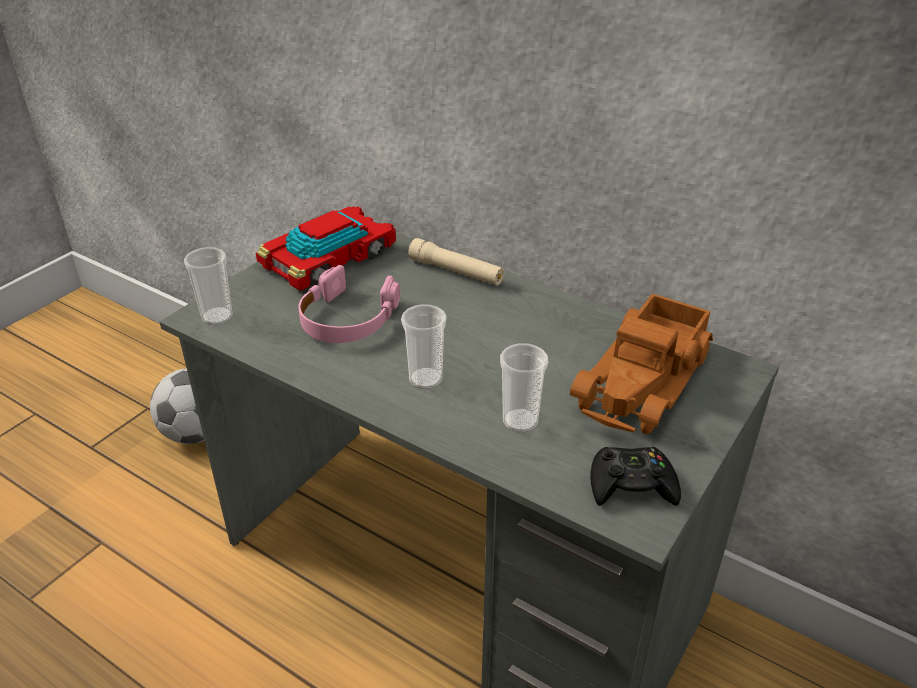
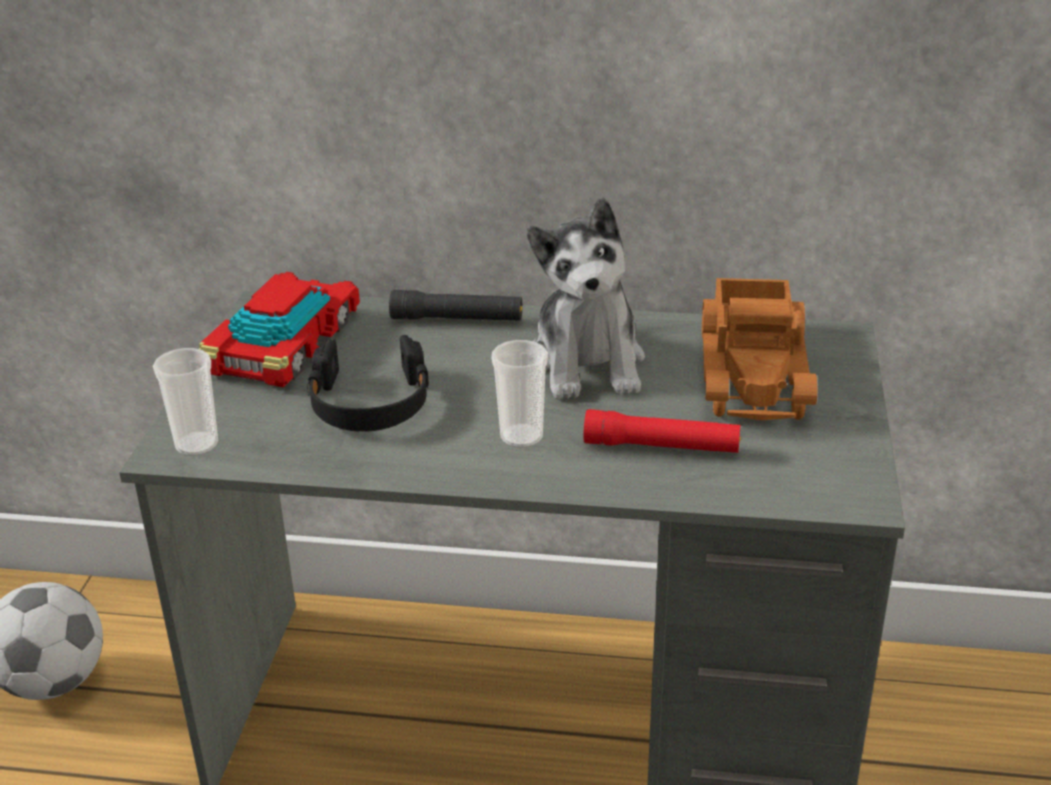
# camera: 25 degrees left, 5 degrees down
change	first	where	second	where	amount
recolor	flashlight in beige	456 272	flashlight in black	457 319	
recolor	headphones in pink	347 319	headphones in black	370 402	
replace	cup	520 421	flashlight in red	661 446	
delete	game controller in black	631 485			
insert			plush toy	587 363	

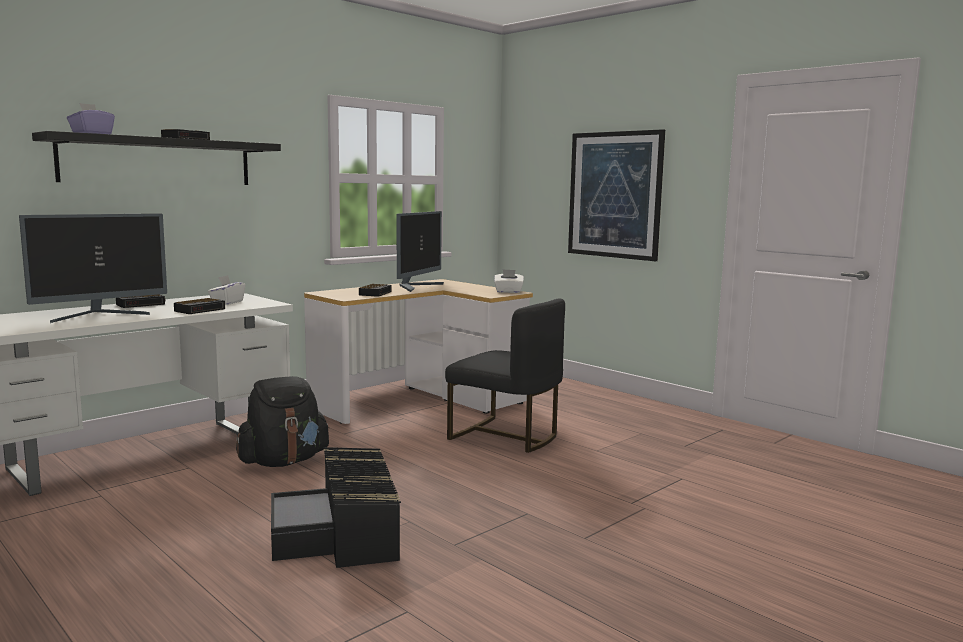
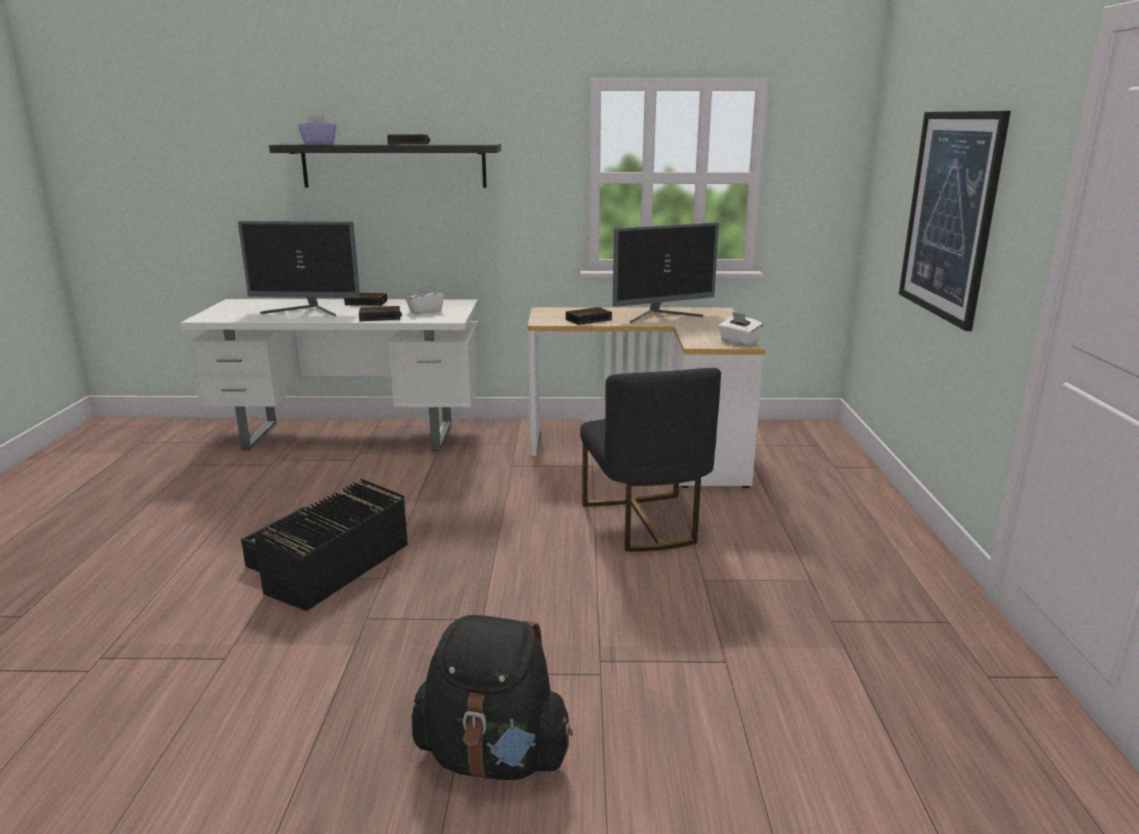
# camera: 45 degrees right, 10 degrees up
change	first	where	second	where	amount
move	backpack in black	284 461		494 757	

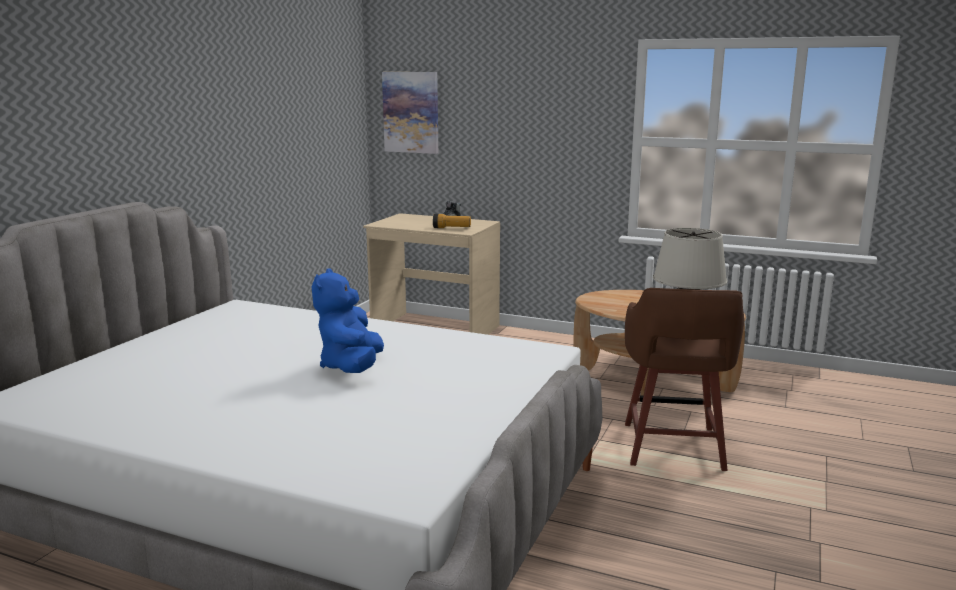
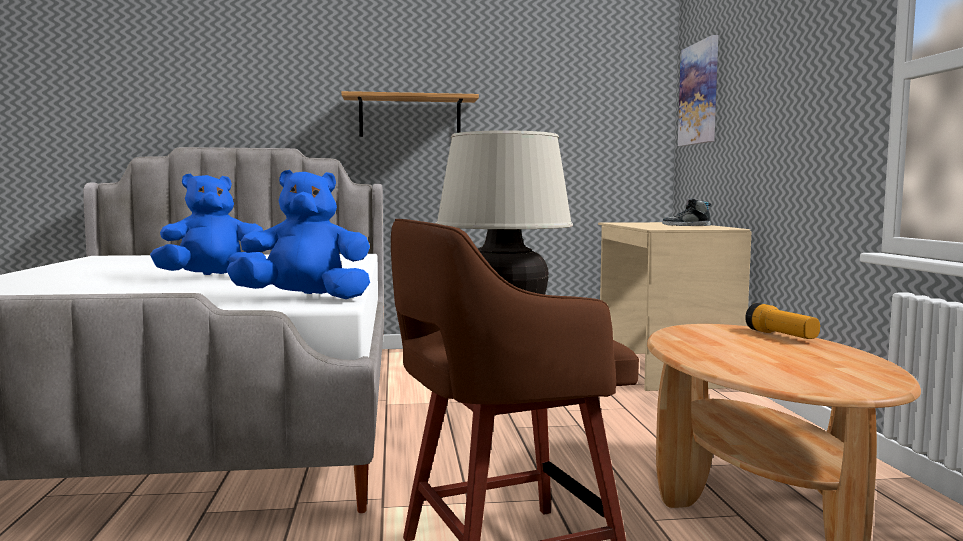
# camera: 60 degrees right, 10 degrees down
change	first	where	second	where	amount
move	flashlight	451 228		781 336	
insert			shelf	410 117	
insert			plush toy in blue	305 299	

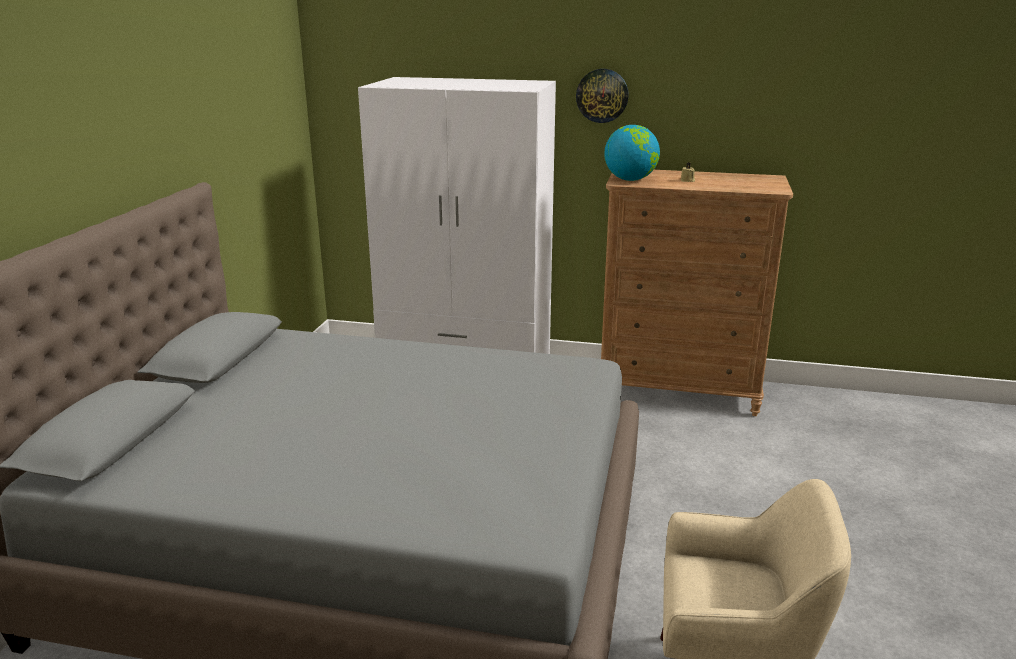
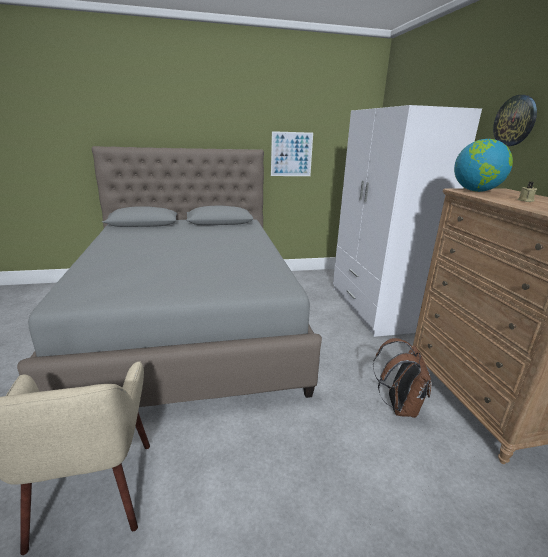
# camera: 65 degrees right, 0 degrees up
change	first	where	second	where	amount
insert			picture	291 154	
insert			backpack in brown	398 406	

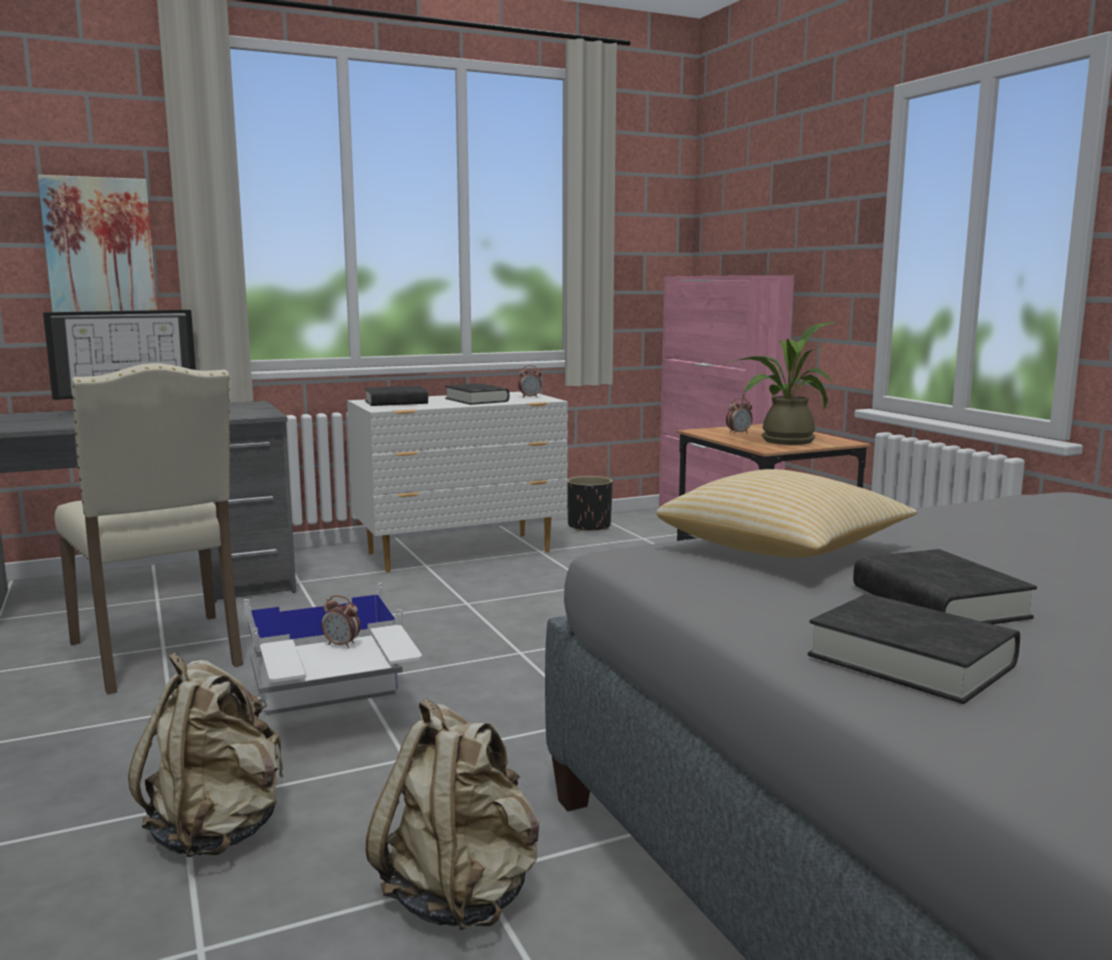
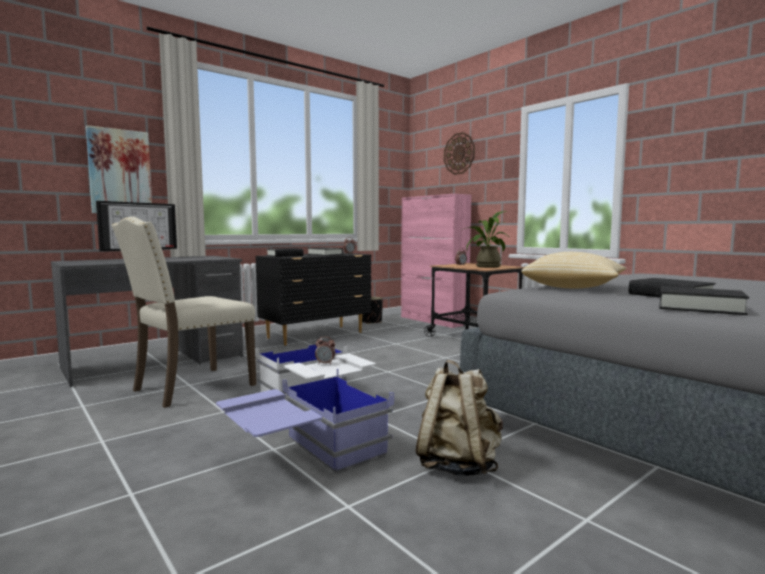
# camera: 15 degrees left, 5 degrees down
change	first	where	second	where	amount
rotate	chair in beige	161 654		191 387	90 degrees clockwise
recolor	dresser in white	462 553	dresser in black	317 335	
replace	backpack in beige	218 831	storage box in blue	305 457	
insert			wall clock	459 153	

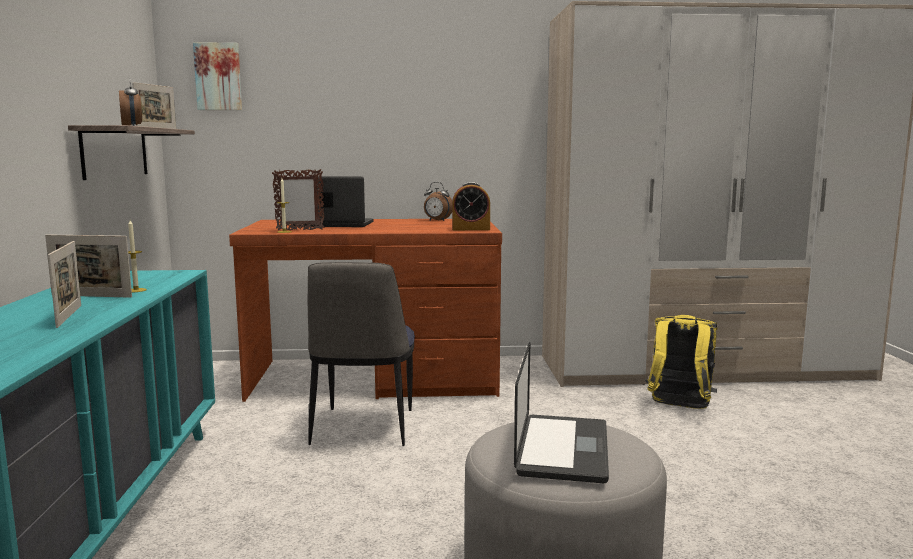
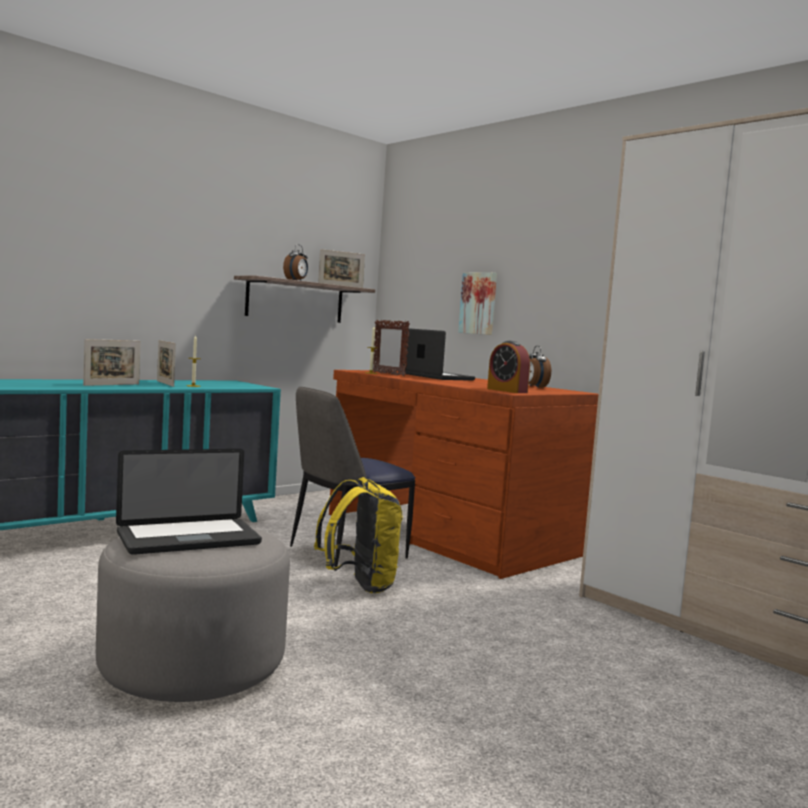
# camera: 50 degrees right, 5 degrees down
change	first	where	second	where	amount
move	picture	218 77		479 303	
move	backpack in yellow	679 408		359 585	

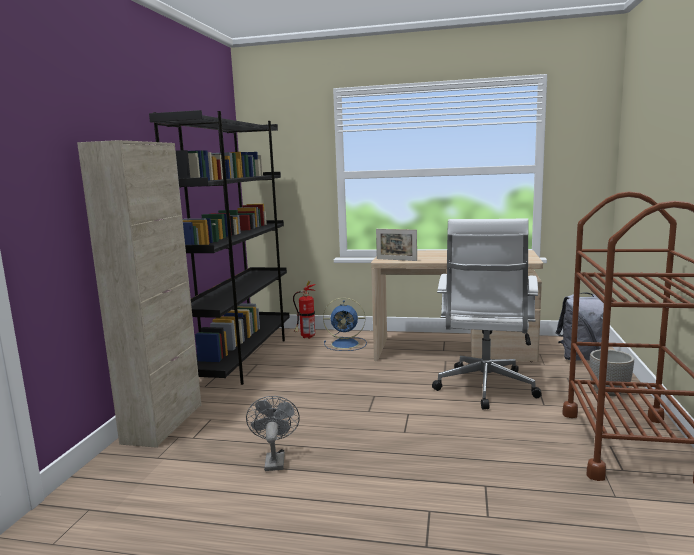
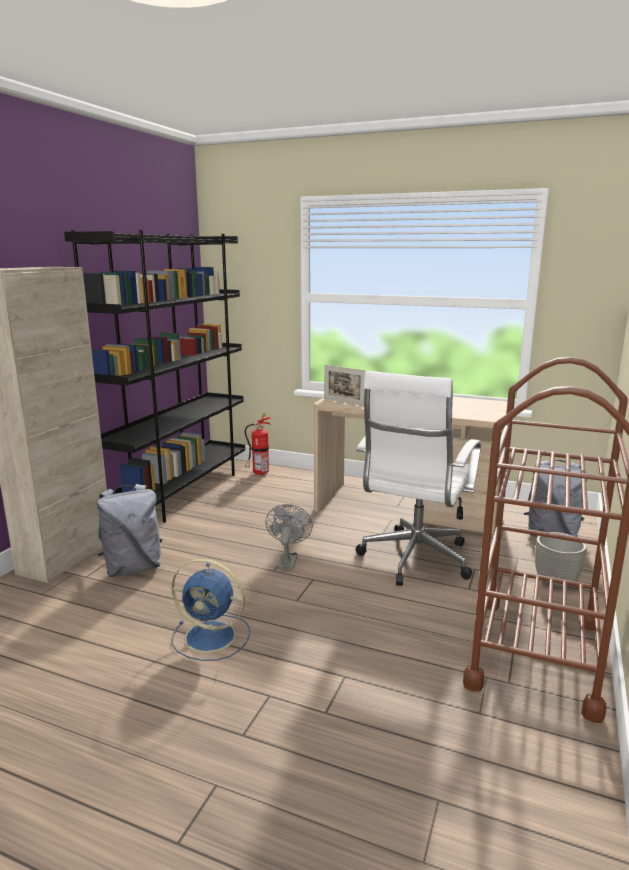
# camera: 10 degrees right, 5 degrees up
change	first	where	second	where	amount
move	fan in blue	346 344		212 637	
move	fan in grey	274 459		288 560	
insert			backpack in grey	133 568	

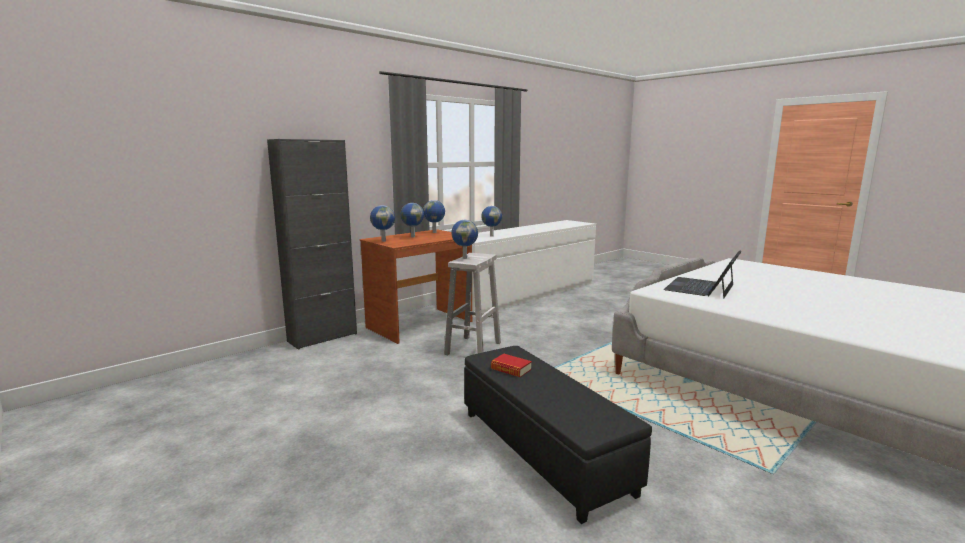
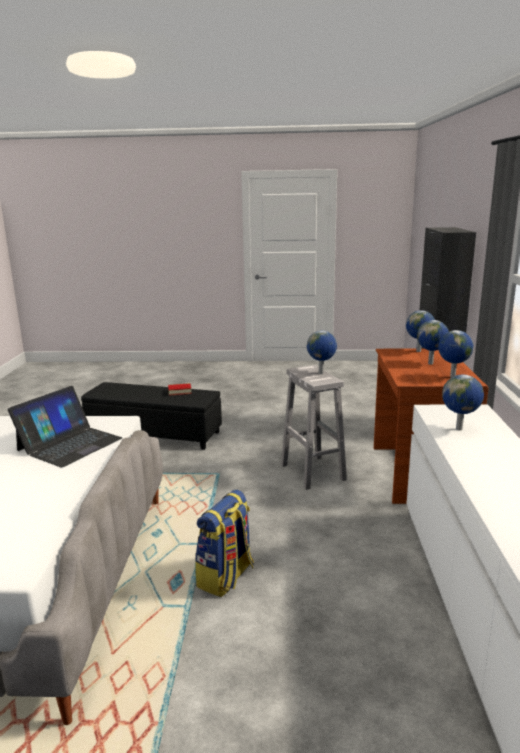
# camera: 135 degrees right, 5 degrees up
change	first	where	second	where	amount
rotate	laptop	701 287		69 444	45 degrees clockwise
insert			backpack	226 577	

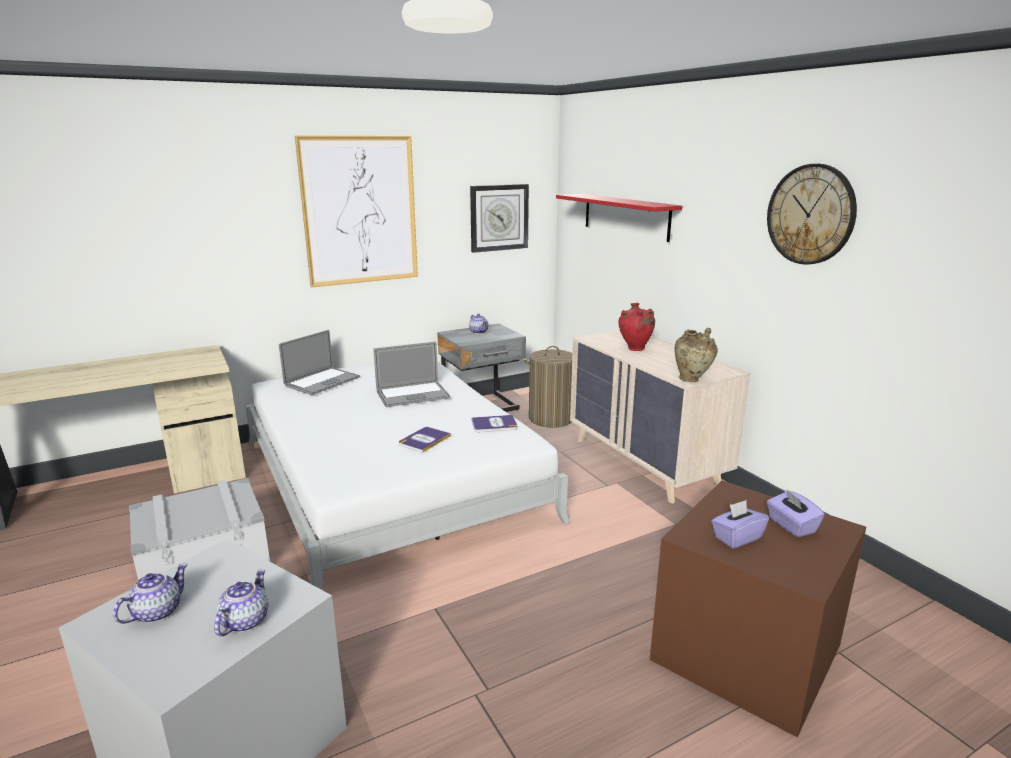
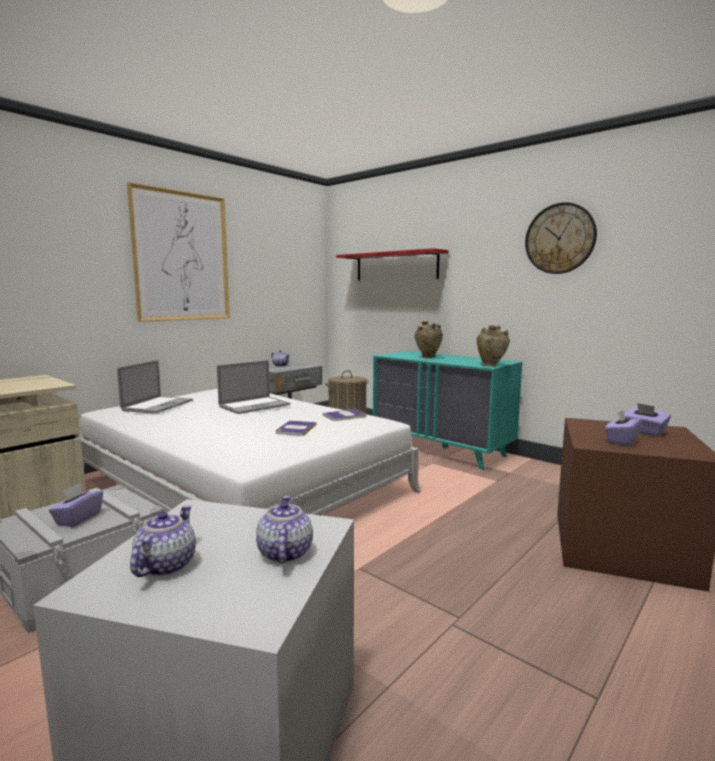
# camera: 20 degrees left, 10 degrees down
change	first	where	second	where	amount
delete	wall clock	499 217			
recolor	vase in red	635 349	vase in beige	428 357	
recolor	dresser in beige	645 463	dresser in turquoise	441 449	
insert			tissue box in purple	78 518	

